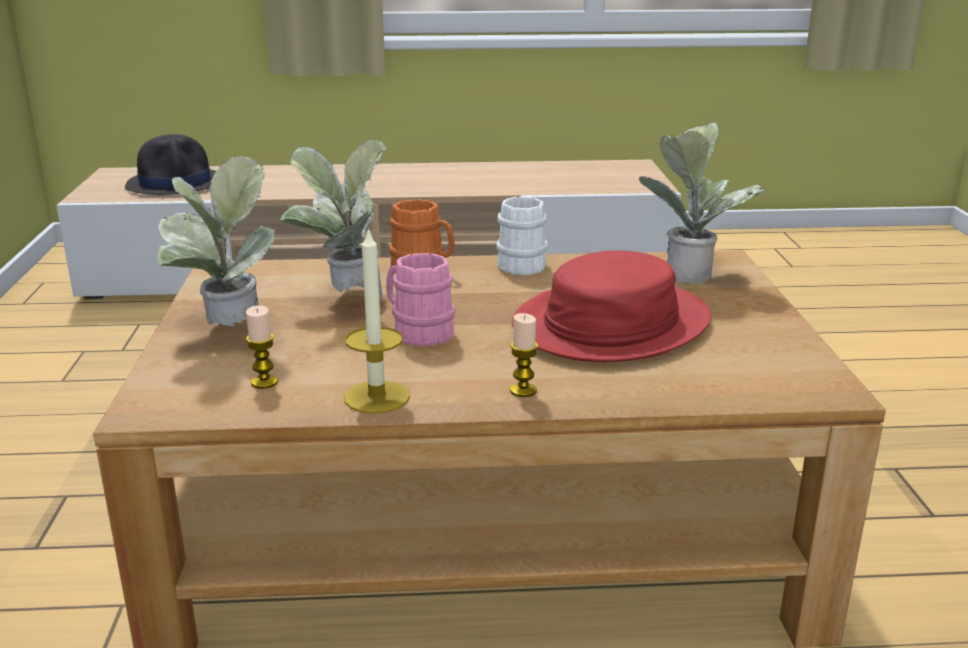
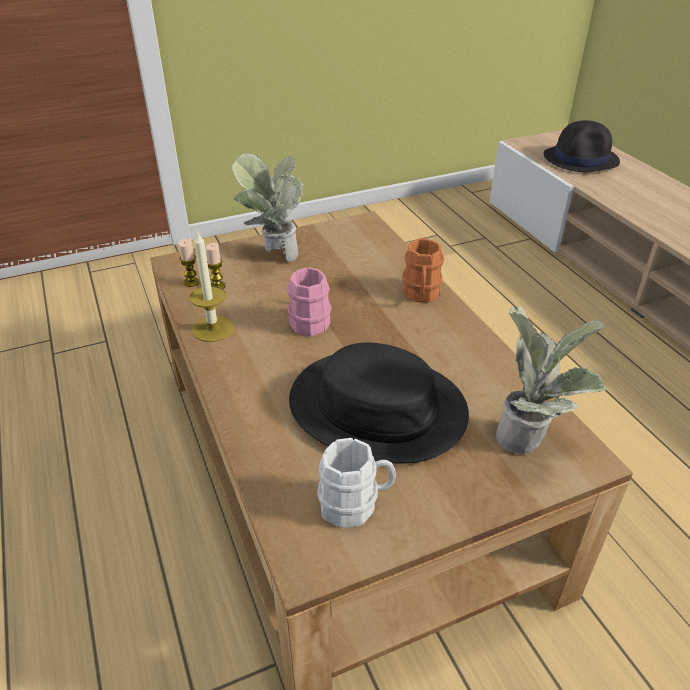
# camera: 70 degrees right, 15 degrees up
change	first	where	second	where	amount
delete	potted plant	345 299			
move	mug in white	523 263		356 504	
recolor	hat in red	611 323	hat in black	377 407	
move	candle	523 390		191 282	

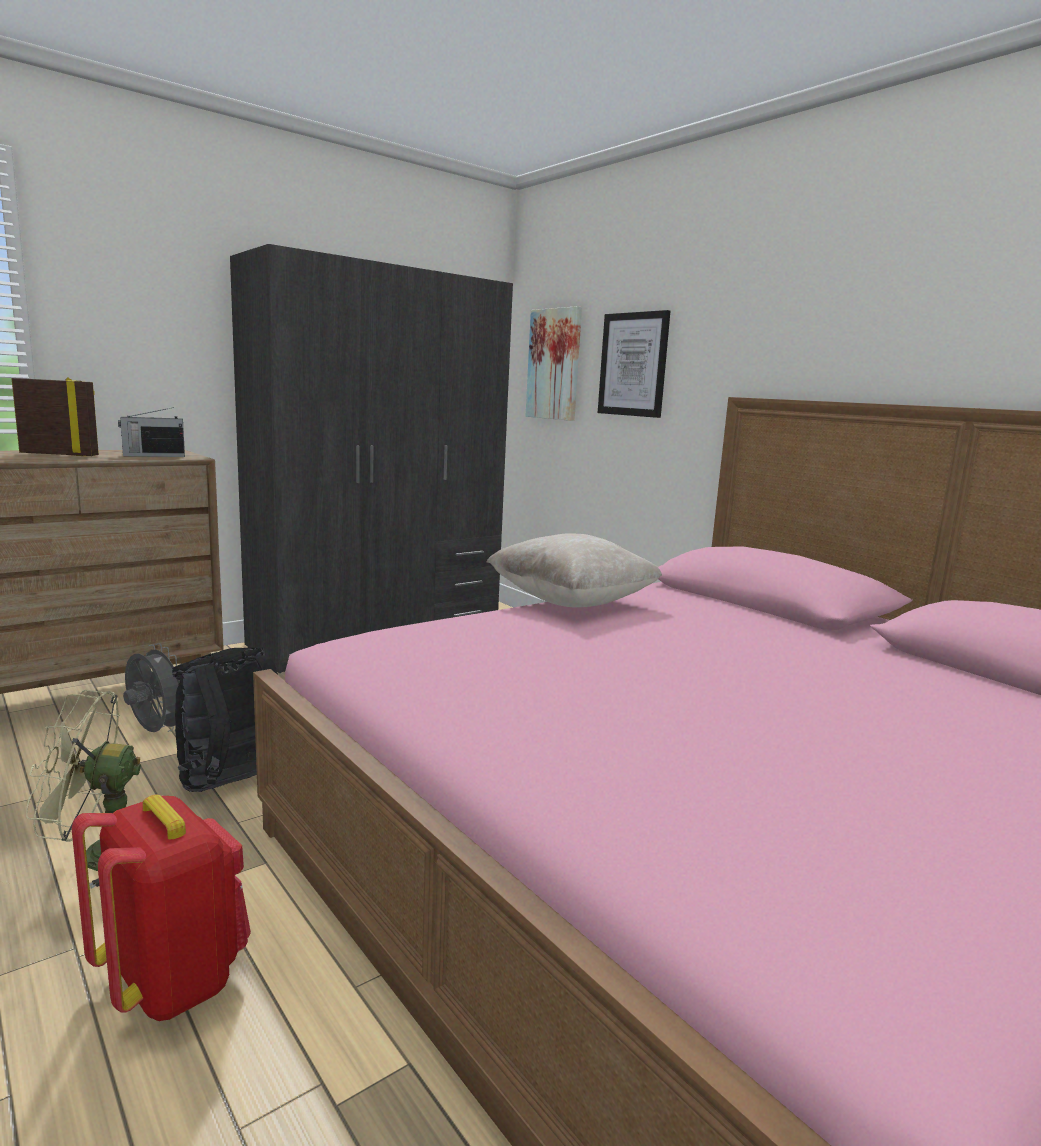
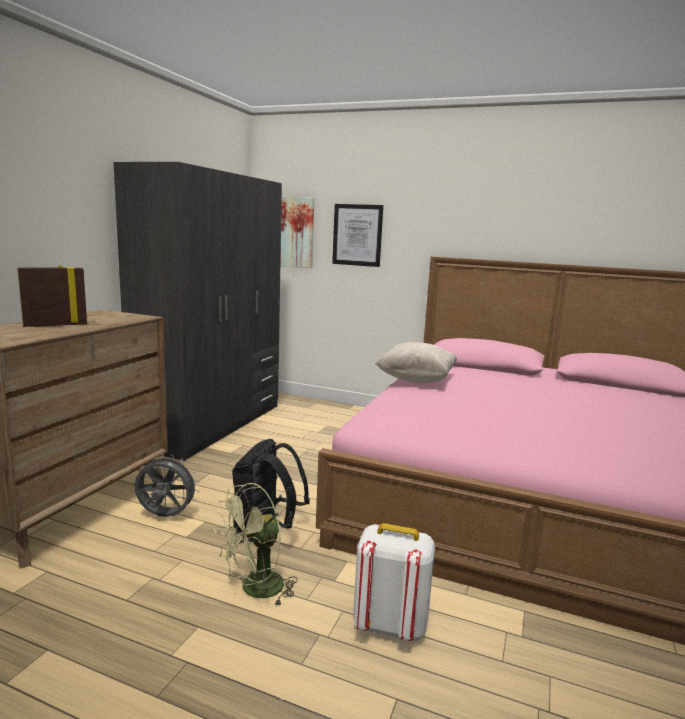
# camera: 30 degrees left, 0 degrees up
change	first	where	second	where	amount
delete	radio	153 456			
recolor	backpack in red	173 980	backpack in white	389 625	

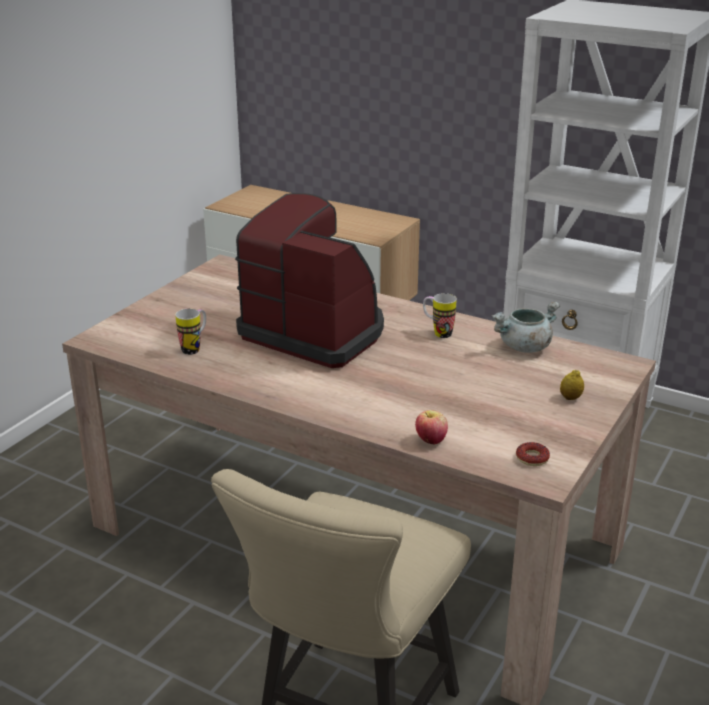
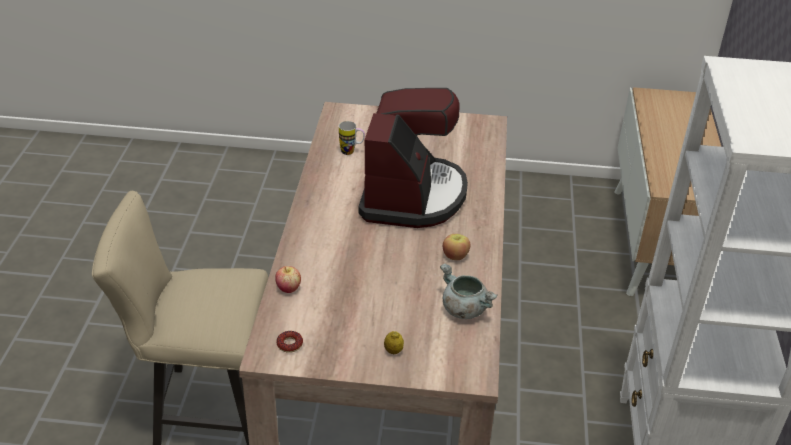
# camera: 65 degrees right, 10 degrees up
change	first	where	second	where	amount
replace	mug	437 333	apple	455 256	

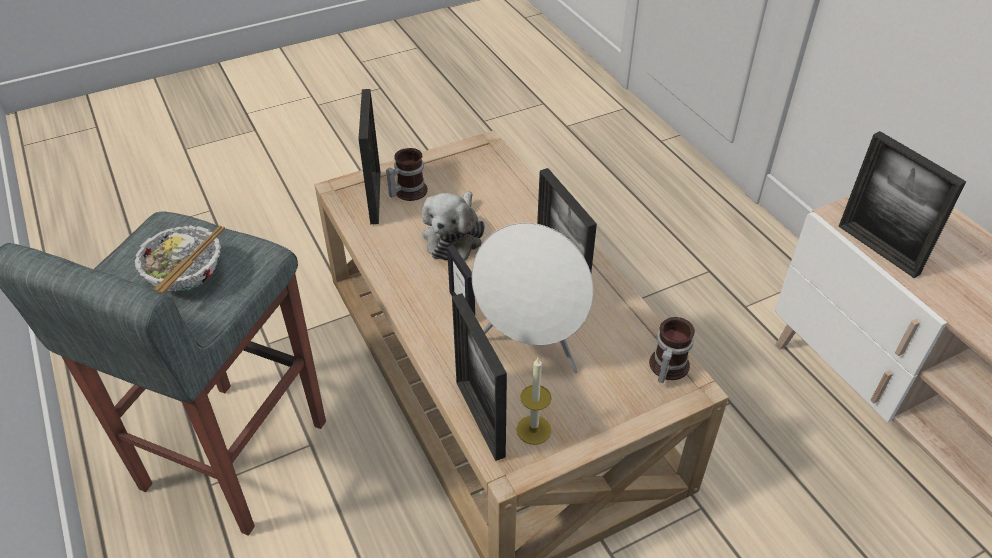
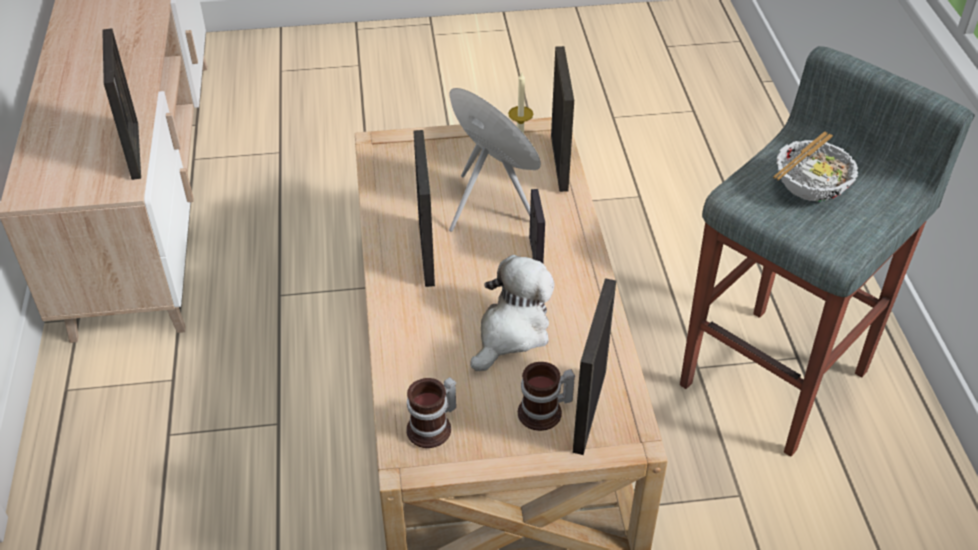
# camera: 160 degrees left, 0 degrees up
change	first	where	second	where	amount
move	mug	666 367		434 428	

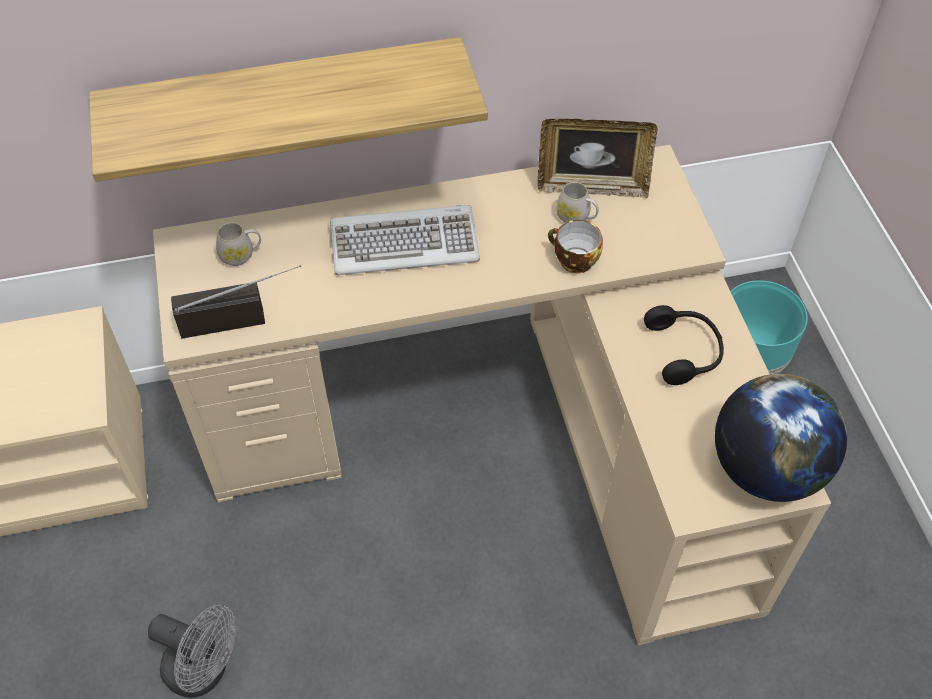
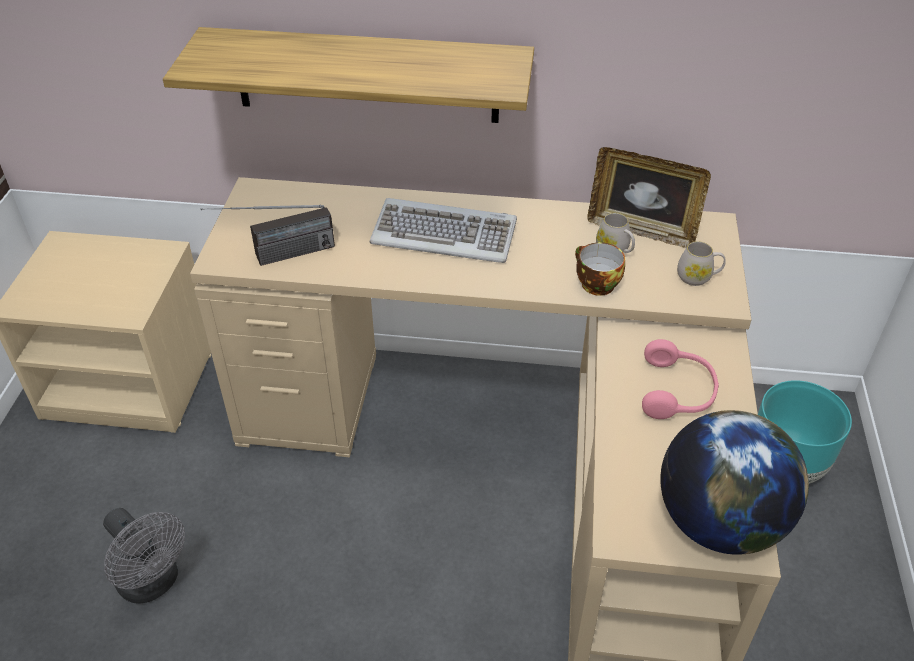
# camera: 20 degrees right, 10 degrees down
change	first	where	second	where	amount
move	mug in white	241 255		698 277	
rotate	radio	245 317		275 257	150 degrees clockwise
recolor	headphones in black	685 351	headphones in pink	678 392	

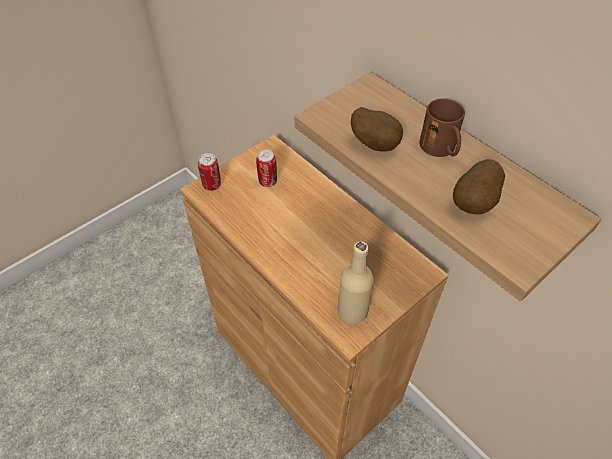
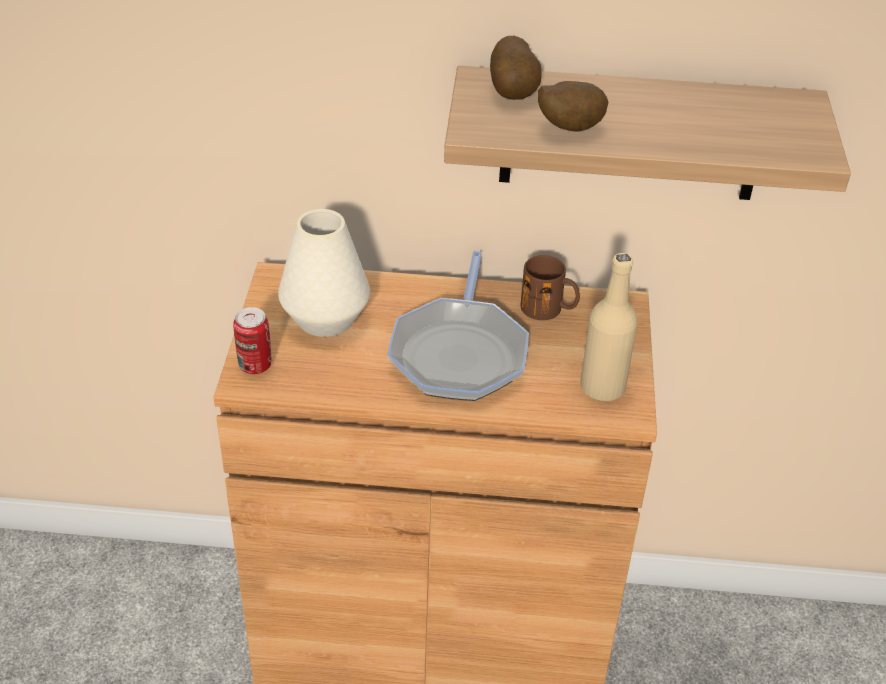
# camera: 45 degrees left, 10 degrees down
change	first	where	second	where	amount
move	mug in brown	441 149		549 309	
replace	can	267 181	vase in white	326 318	
move	potato	474 204		514 93	
insert			frying pan	459 352	

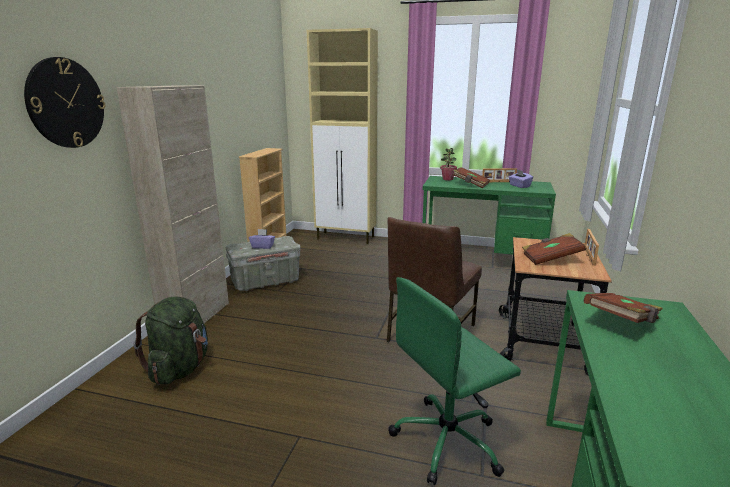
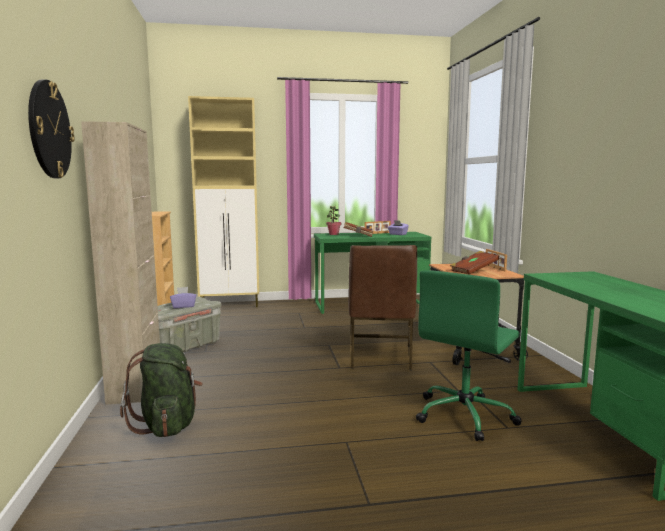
# camera: 25 degrees left, 10 degrees down
change	first	where	second	where	amount
delete	book in brown	622 321			

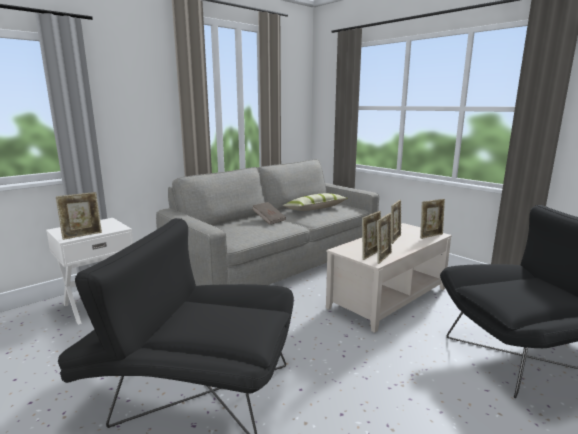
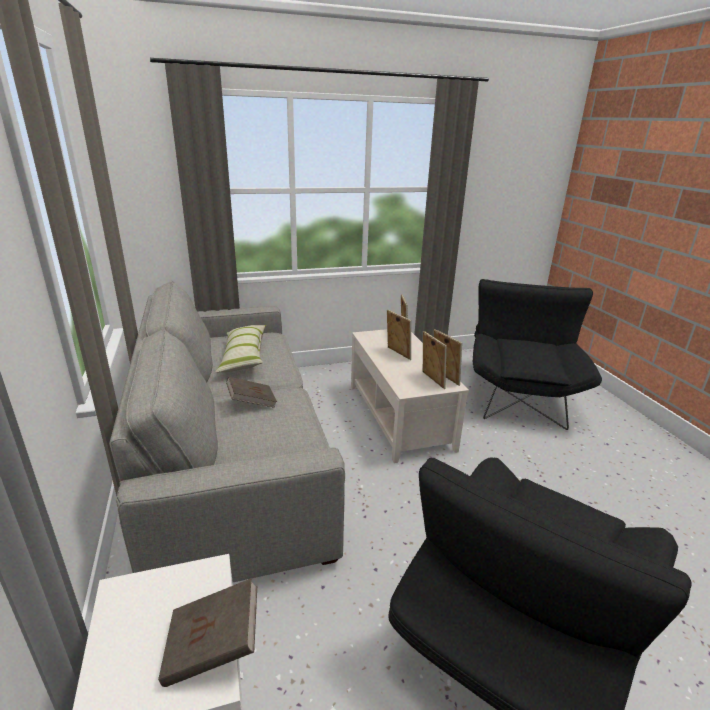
# camera: 65 degrees left, 10 degrees up
change	first	where	second	where	amount
replace	picture frame	82 235	book in brown	213 647	

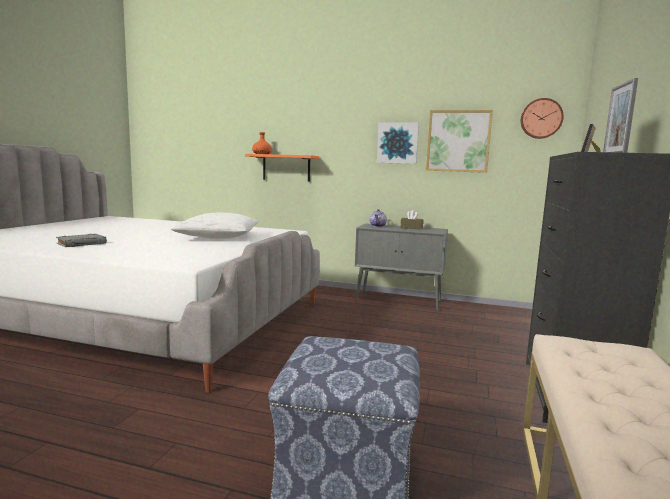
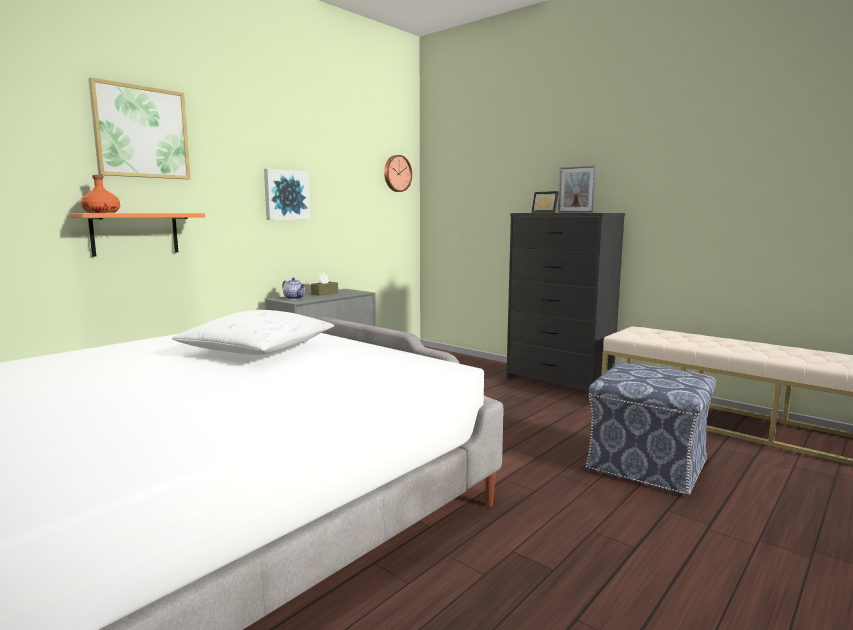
# camera: 65 degrees left, 0 degrees up
change	first	where	second	where	amount
move	picture	458 141		141 132	
delete	book in grey	82 243			

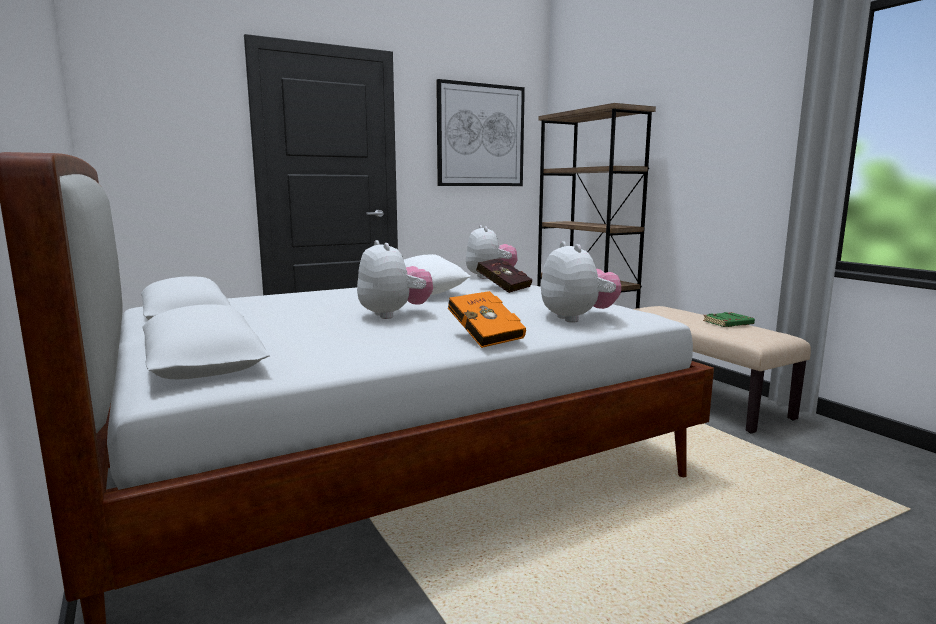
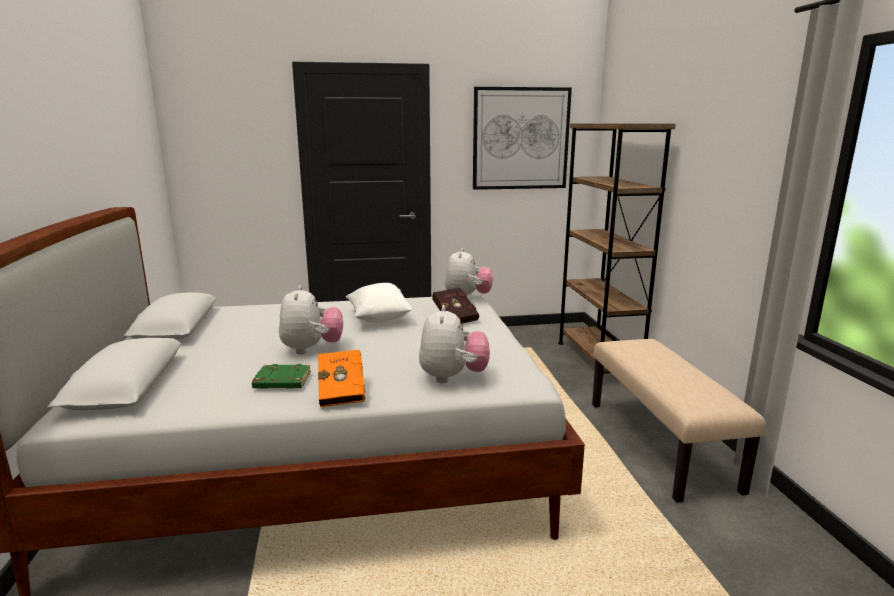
# camera: 20 degrees right, 5 degrees up
change	first	where	second	where	amount
move	book in green	728 323		281 381	

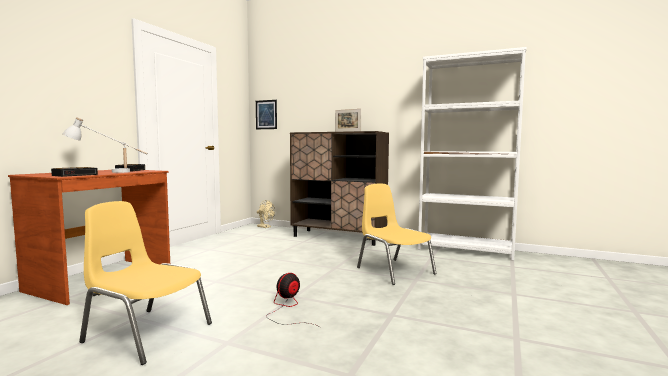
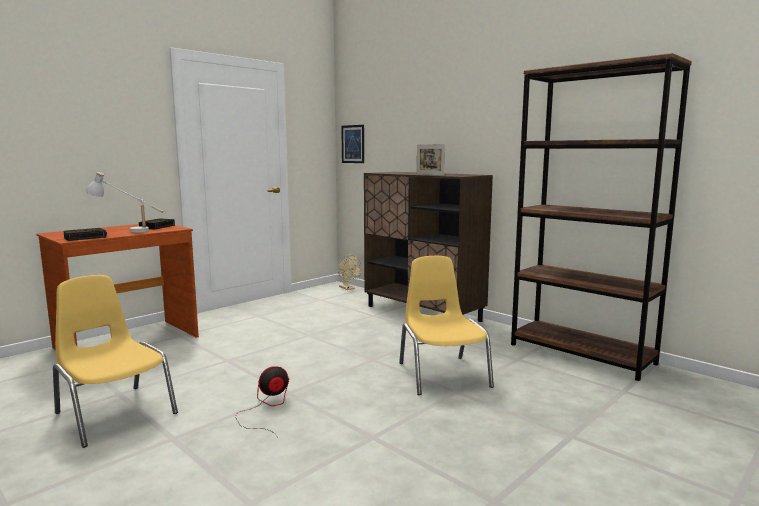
# camera: 20 degrees right, 5 degrees up
change	first	where	second	where	amount
recolor	bookcase in white	465 250	bookcase in brown	581 354	

